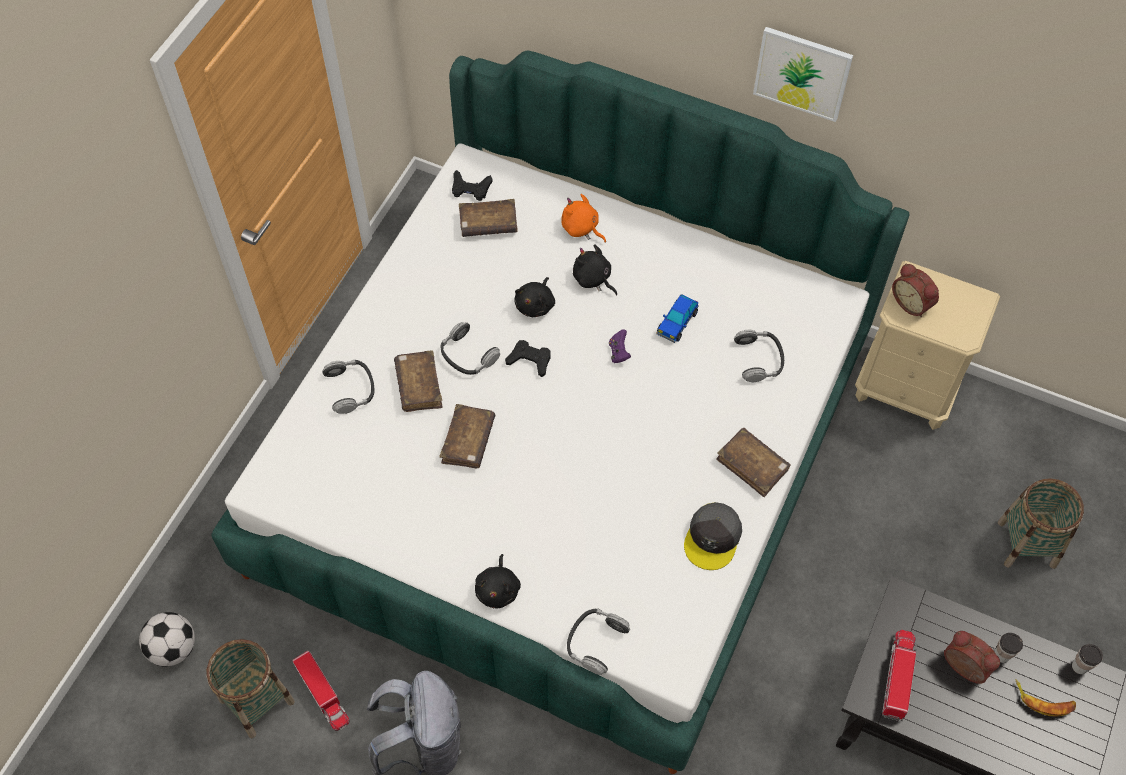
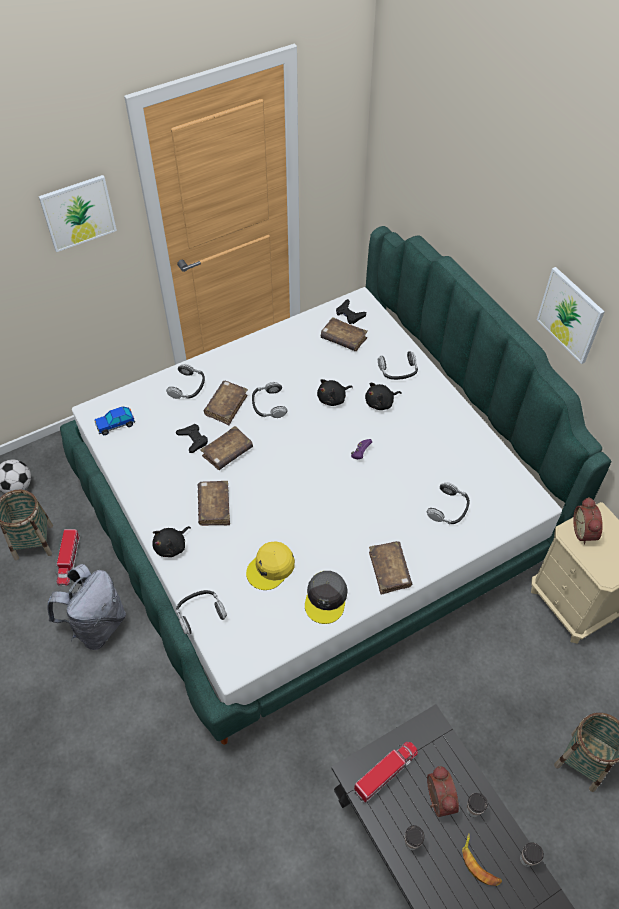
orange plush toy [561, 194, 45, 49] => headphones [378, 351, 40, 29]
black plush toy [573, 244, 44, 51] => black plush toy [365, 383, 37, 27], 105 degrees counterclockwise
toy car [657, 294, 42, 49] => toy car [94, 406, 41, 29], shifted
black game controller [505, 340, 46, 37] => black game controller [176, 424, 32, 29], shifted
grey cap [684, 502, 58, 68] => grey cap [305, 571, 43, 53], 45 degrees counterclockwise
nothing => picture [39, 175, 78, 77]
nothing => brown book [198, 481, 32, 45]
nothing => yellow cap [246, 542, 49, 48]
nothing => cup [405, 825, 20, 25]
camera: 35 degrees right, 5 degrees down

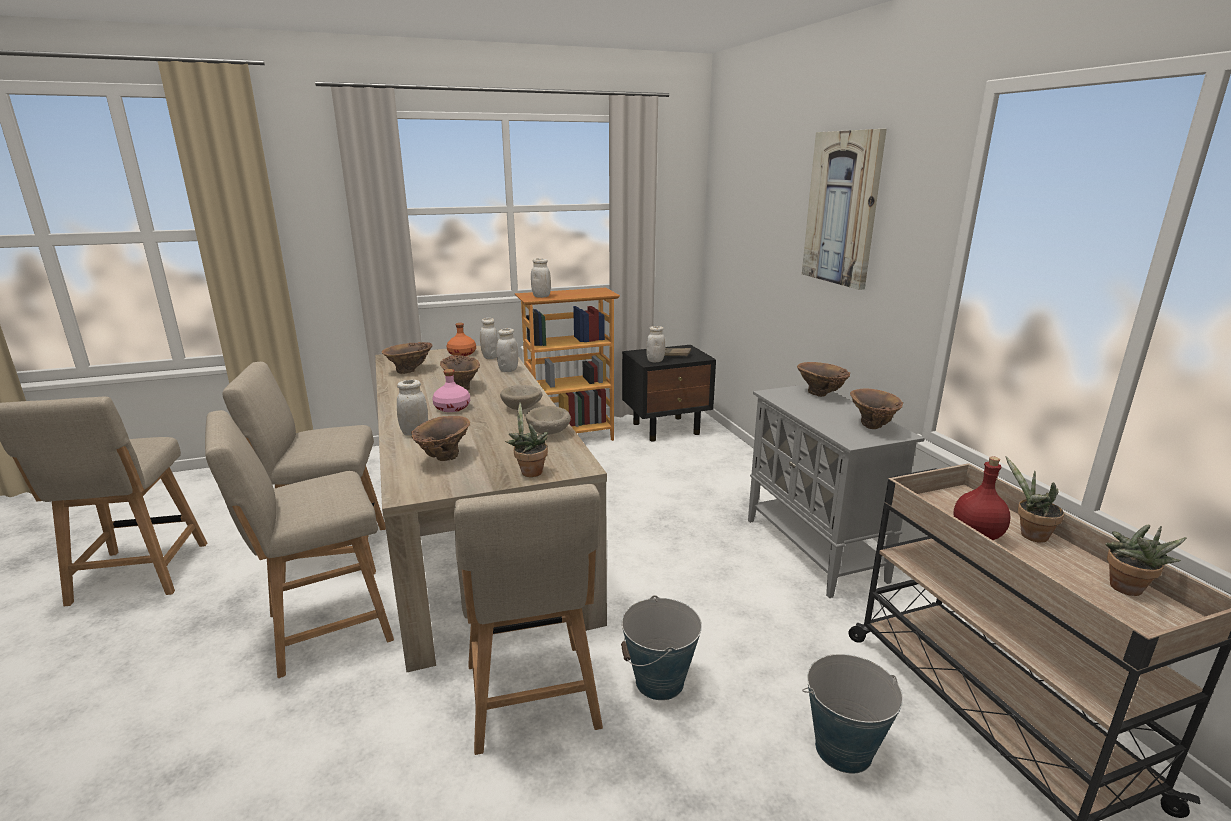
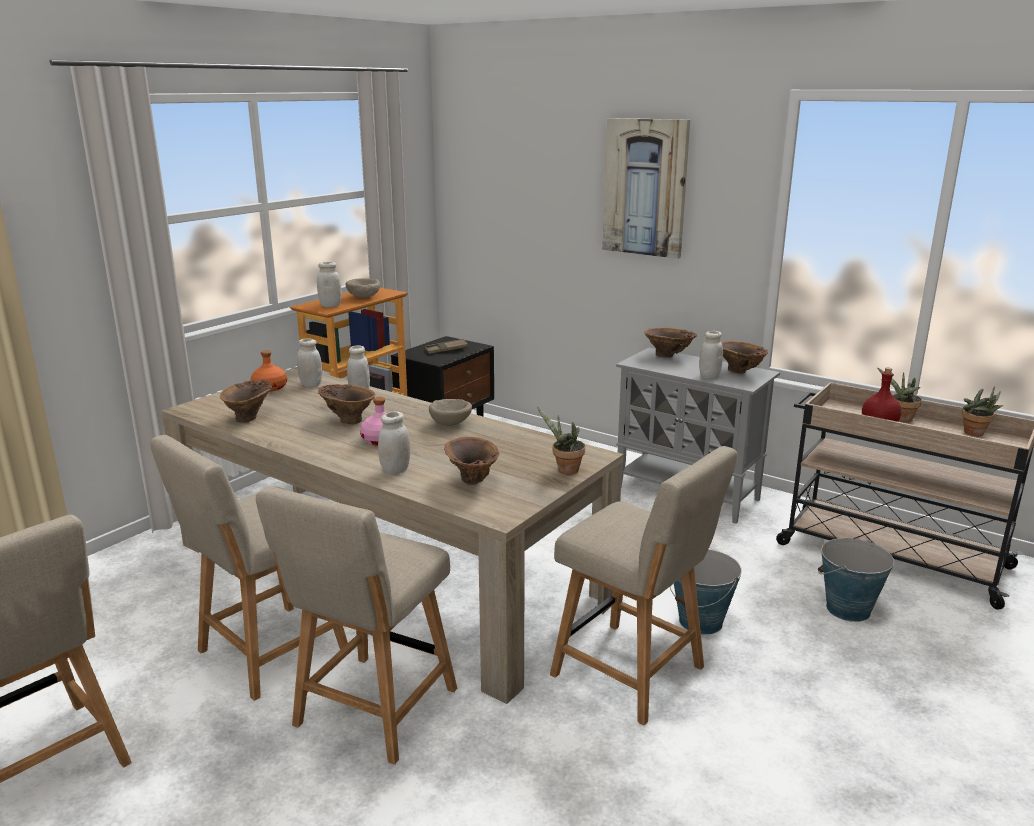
white jar [646, 326, 19, 36] => white jar [699, 331, 24, 48], shifted
beige bowl [526, 406, 45, 29] => beige bowl [346, 278, 35, 20], shifted
camera: 35 degrees left, 0 degrees up

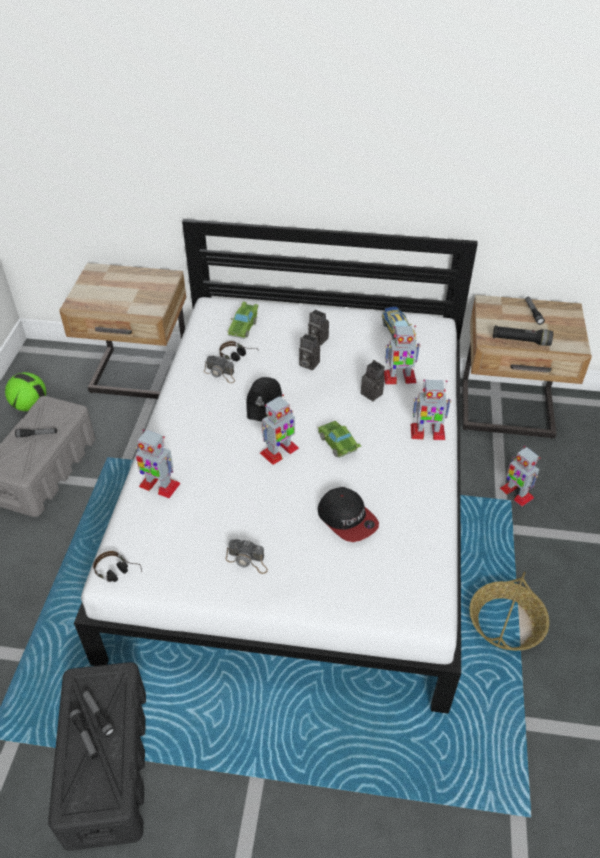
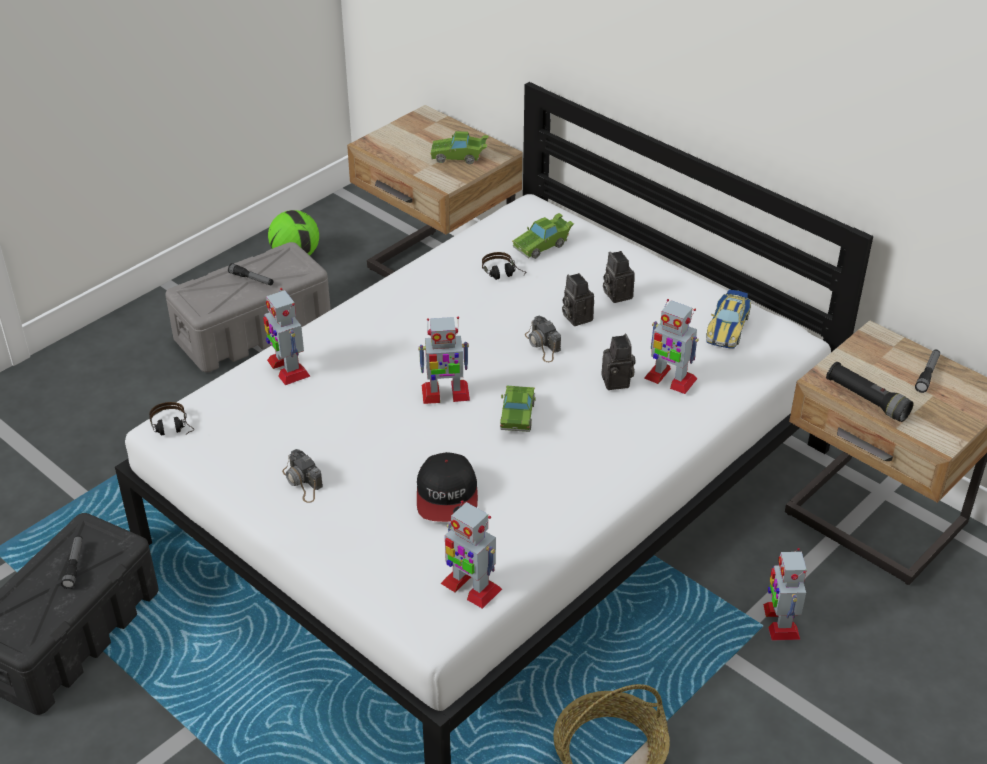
photo camera [204, 356, 31, 27] => photo camera [525, 316, 36, 46], shifted
black cap [246, 377, 36, 45] => nothing
toy robot [410, 380, 41, 60] => toy robot [440, 500, 62, 109], shifted
flashlight [69, 708, 29, 51] => nothing
nothing => green toy car [430, 131, 59, 33]
camera: 35 degrees right, 5 degrees down

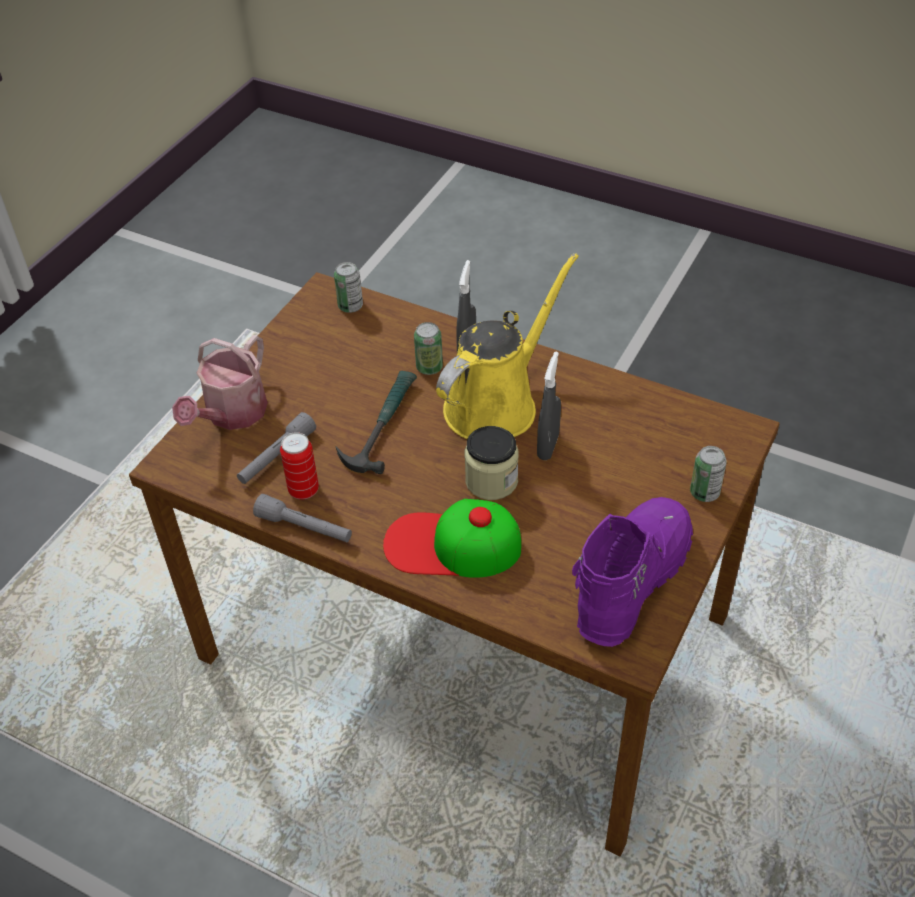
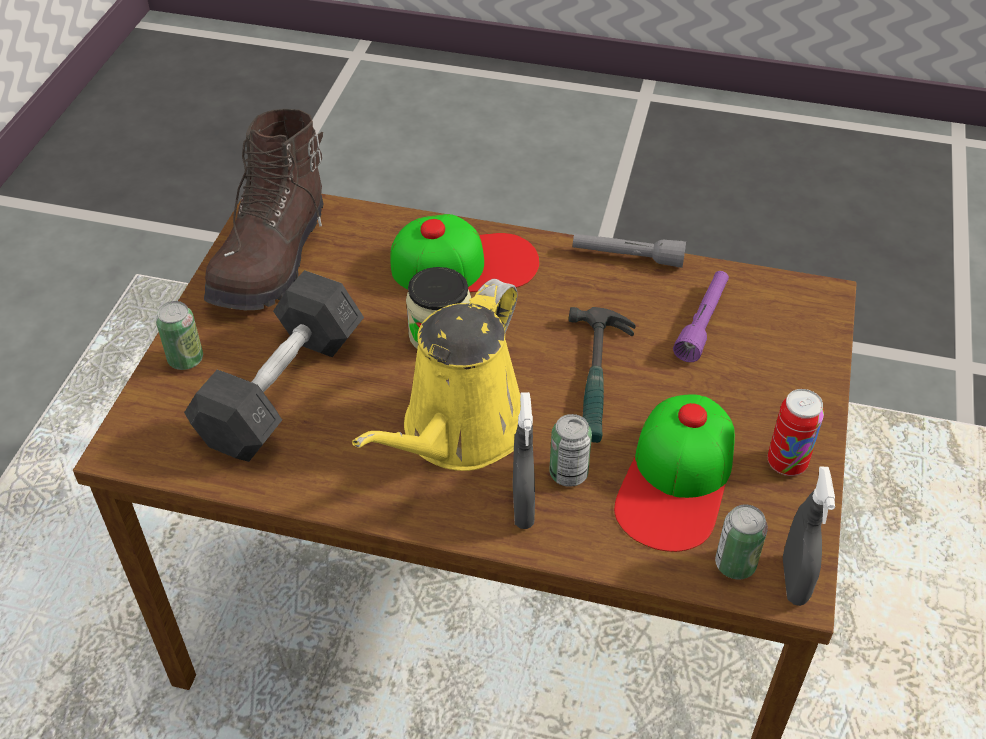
watering can [172, 335, 96, 95] => nothing
grey spray bottle [537, 352, 24, 108] => grey spray bottle [783, 466, 52, 140], shifted
grey flashlight [237, 412, 79, 72] => purple flashlight [673, 271, 56, 91]
can [280, 432, 39, 68] => can [768, 389, 56, 87], shifted
purple boot [572, 497, 121, 150] => brown boot [204, 109, 120, 201]
nothing => grey dumbbell [184, 270, 180, 192]
nothing => cap [614, 394, 121, 158]
camera: 165 degrees right, 0 degrees up

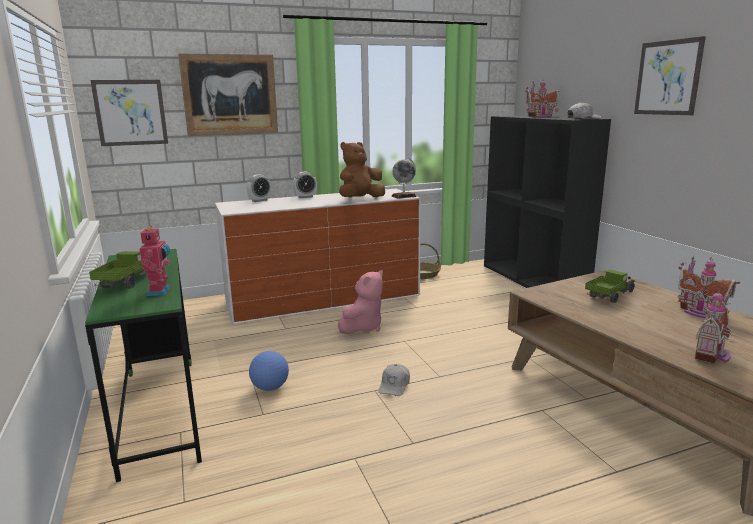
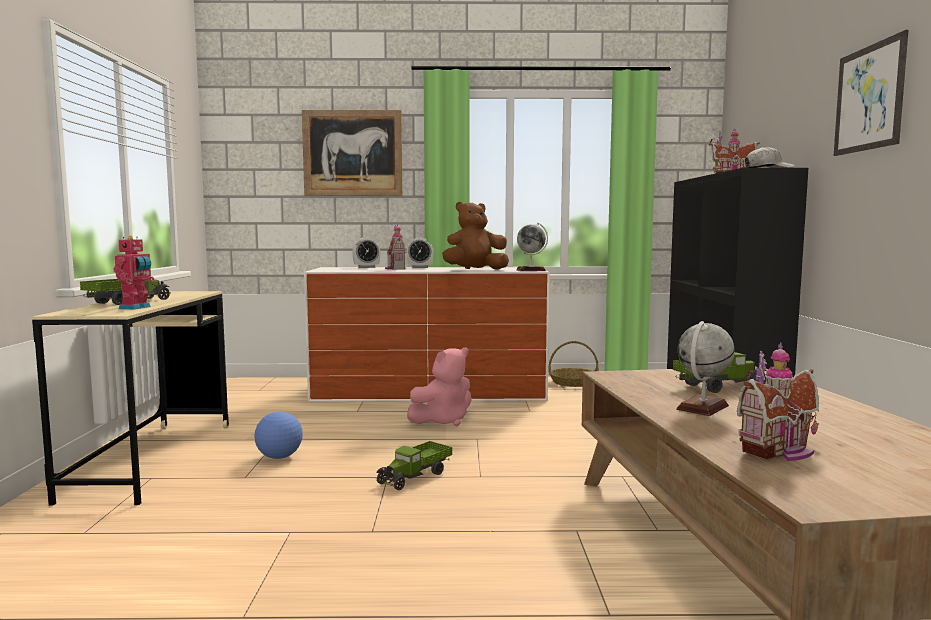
picture [90, 80, 78, 66] => nothing
green desk [85, 249, 117, 233] => beige desk [32, 291, 197, 215]
toy house [678, 256, 62, 63] => toy house [385, 223, 21, 47], shifted
white cap [378, 364, 32, 32] => toy truck [377, 441, 75, 49]
nothing => globe [676, 321, 59, 95]
camera: 20 degrees right, 10 degrees down

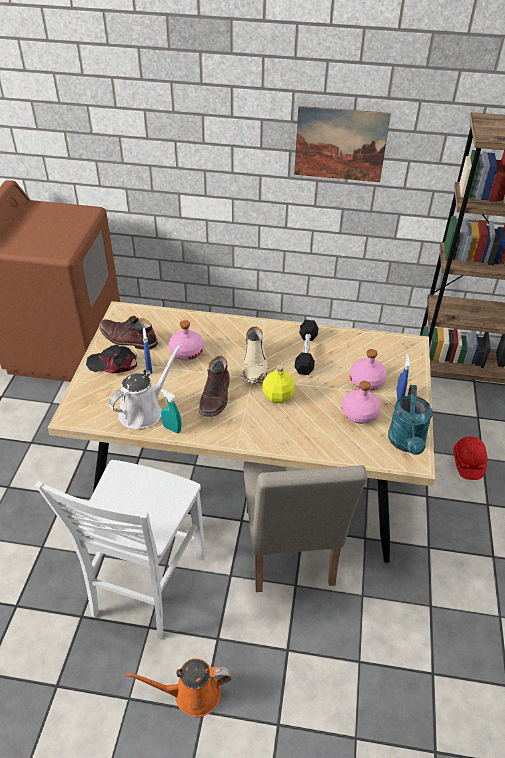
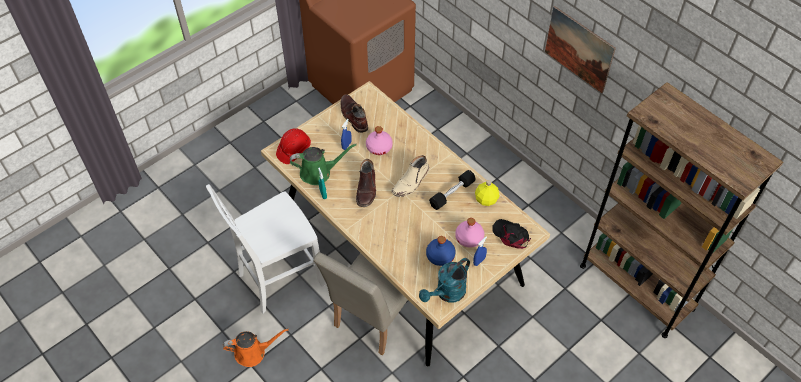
black cap [86, 344, 51, 29] => black cap [492, 219, 39, 30], shifted
white watering can [109, 344, 73, 85] => green watering can [290, 144, 67, 41]
brown boot [199, 356, 31, 61] => brown boot [356, 159, 20, 48], 45 degrees counterclockwise
yellow bottle [262, 365, 33, 38] => yellow bottle [475, 180, 24, 26], shifted
pink bottle [342, 381, 39, 43] => blue bottle [426, 236, 30, 30]
red hard hat [453, 436, 34, 44] => red hard hat [276, 128, 35, 36], shifted
orange watering can [126, 659, 105, 58] => orange watering can [223, 328, 66, 39], 135 degrees clockwise
camera: 40 degrees right, 10 degrees up

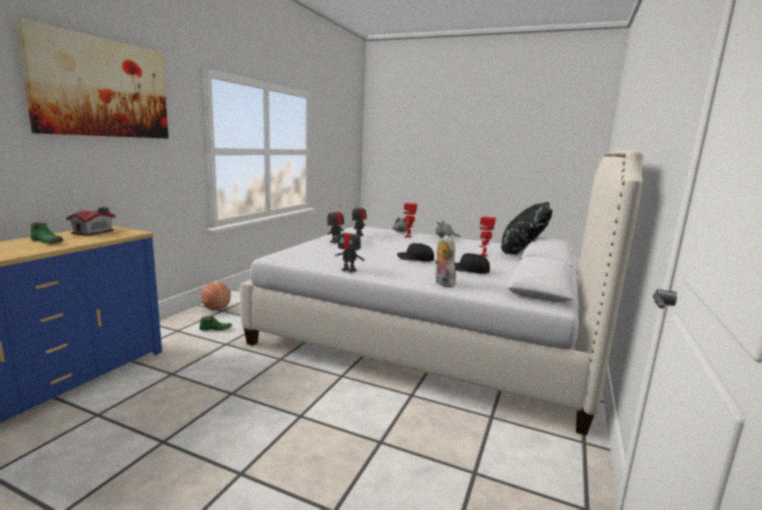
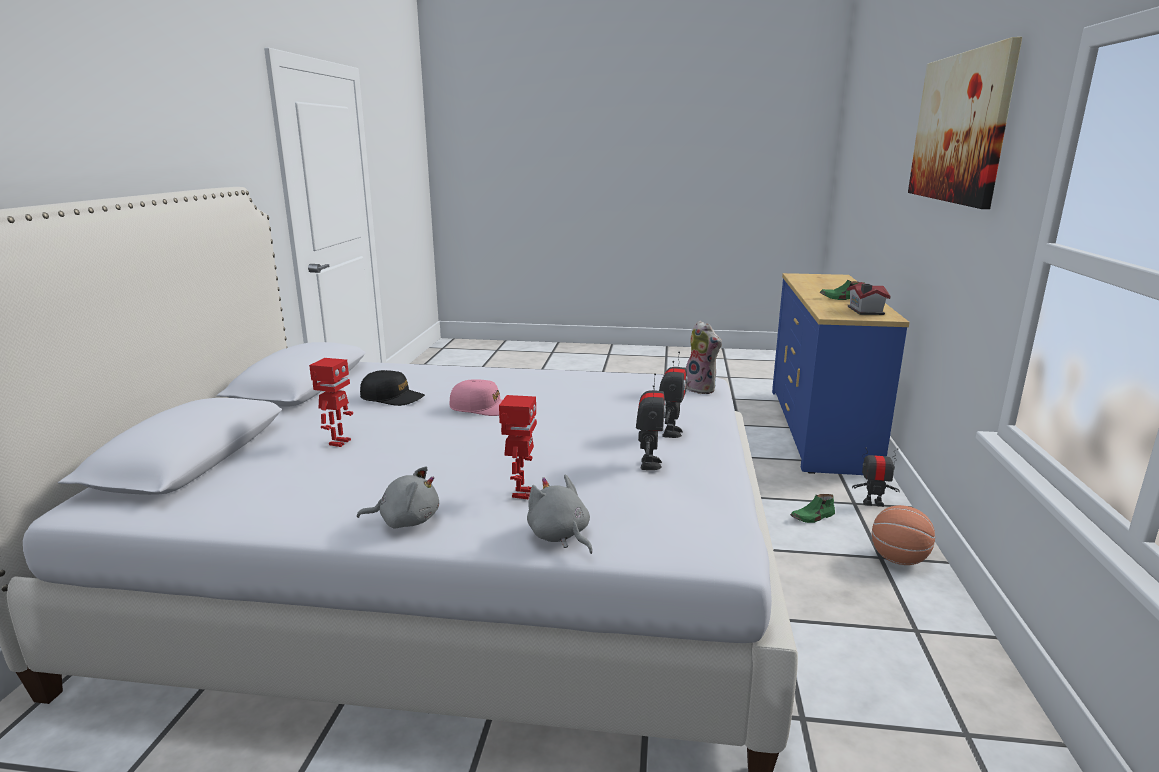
black pillow [501, 202, 51, 53] => nothing
toy robot [335, 227, 30, 45] => toy robot [852, 448, 48, 59], shifted
plush toy [435, 235, 21, 52] => plush toy [686, 321, 36, 73], shifted
black cap [397, 243, 37, 19] => pink cap [450, 379, 53, 37]
camera: 165 degrees right, 5 degrees up

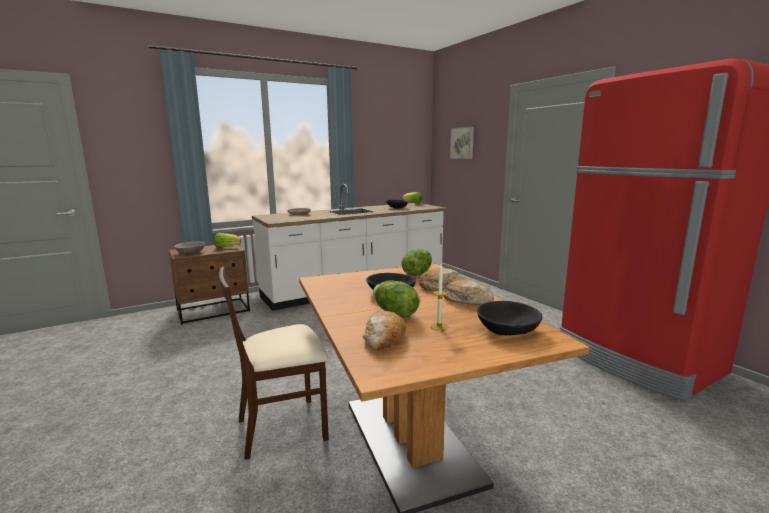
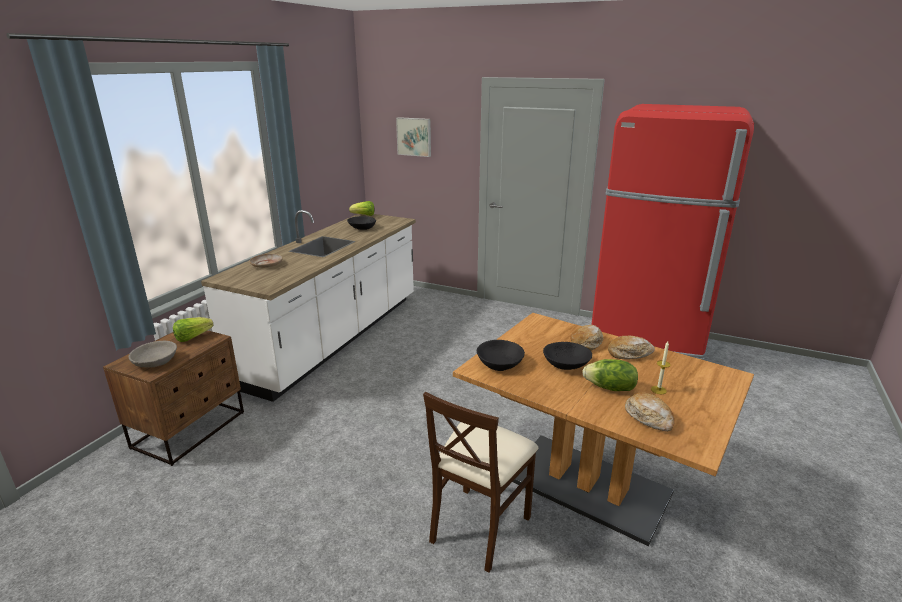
lettuce [402, 249, 30, 27] => nothing
black bowl [477, 301, 66, 34] => black bowl [477, 340, 48, 31], shifted
camera: 35 degrees left, 10 degrees up

